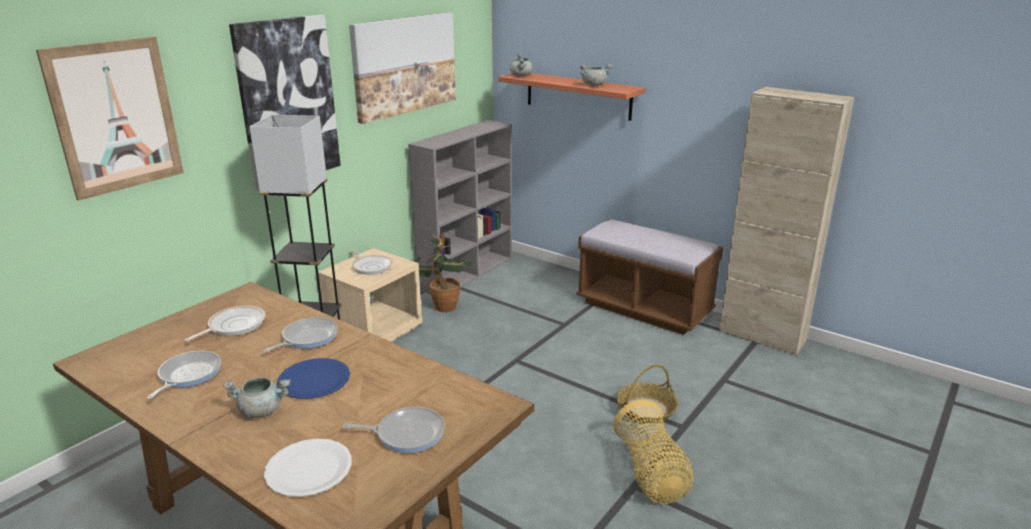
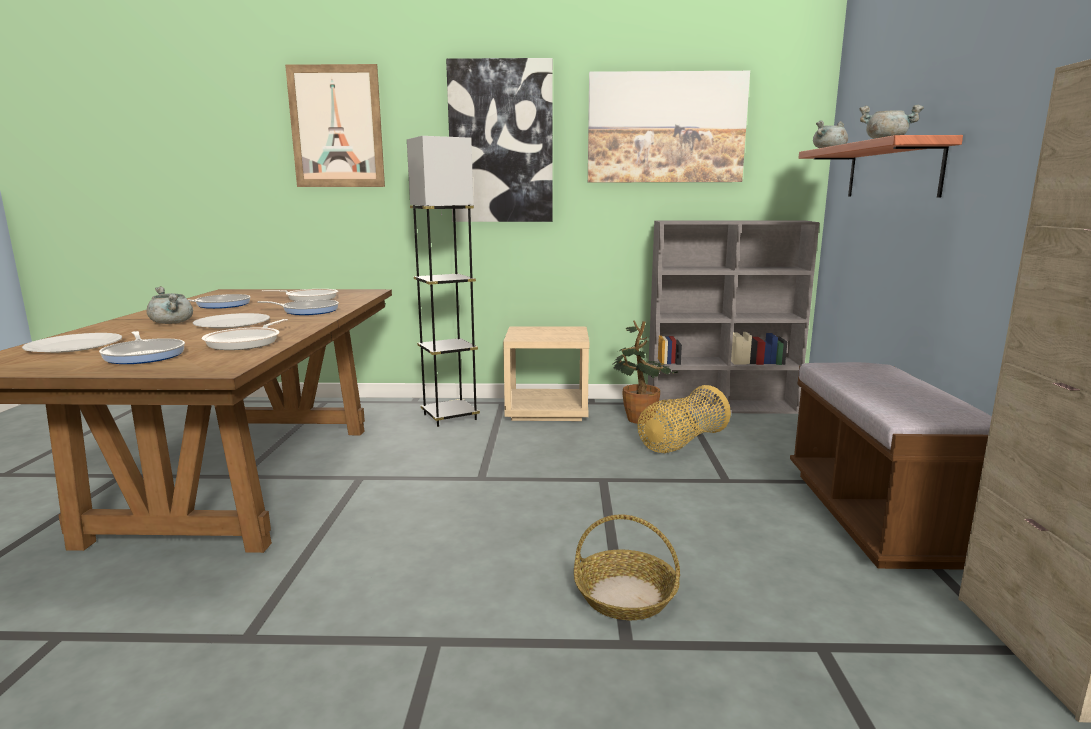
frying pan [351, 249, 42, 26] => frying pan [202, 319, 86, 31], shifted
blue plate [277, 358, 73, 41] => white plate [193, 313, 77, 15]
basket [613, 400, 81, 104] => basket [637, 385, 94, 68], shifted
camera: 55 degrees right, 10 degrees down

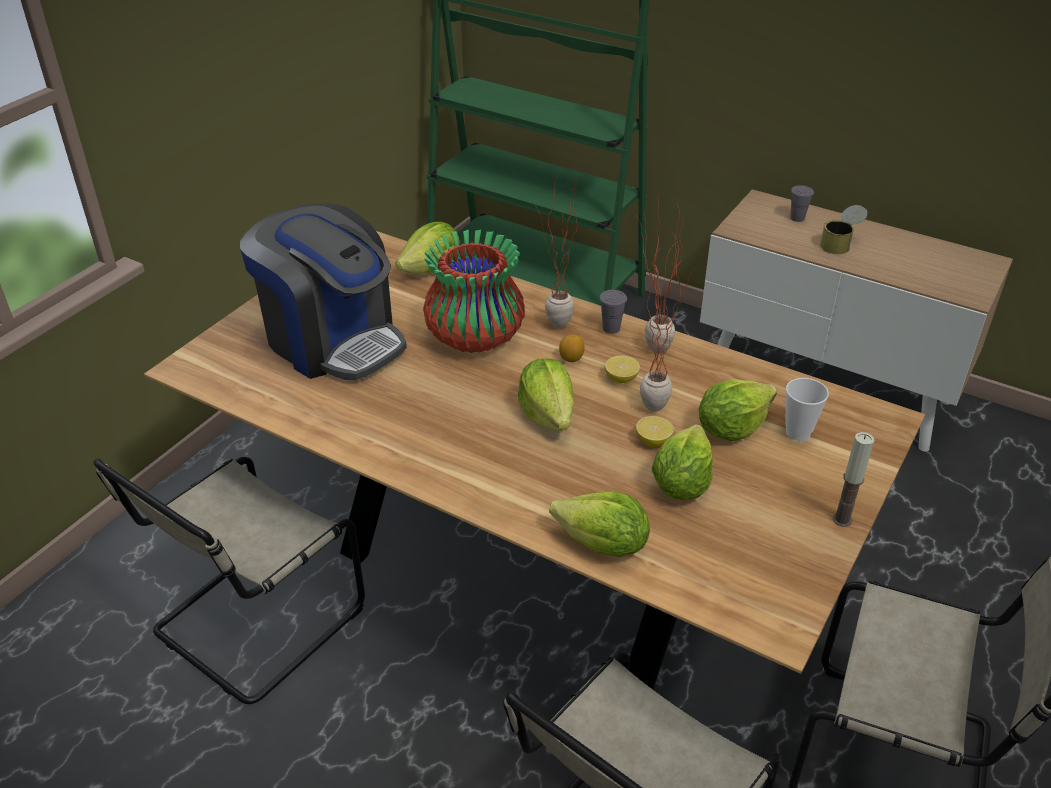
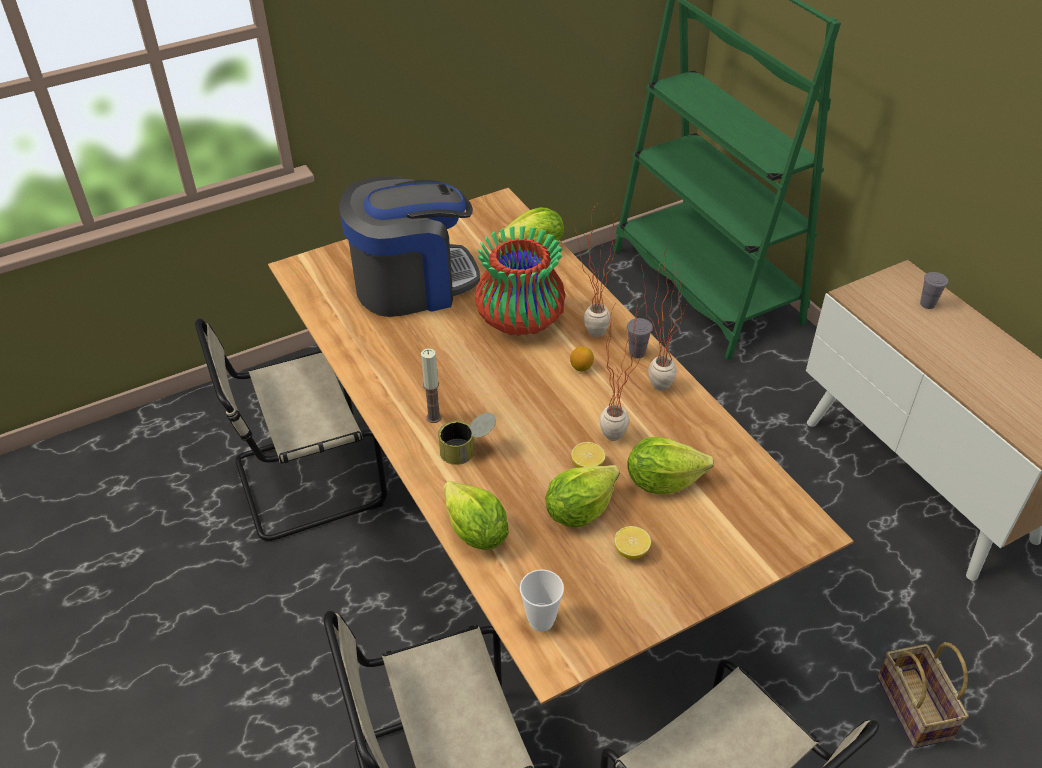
coffee machine [240, 203, 167, 177] => coffee machine [339, 176, 141, 141], 90 degrees counterclockwise
can [820, 205, 47, 49] => can [438, 413, 58, 52], shifted
lemon [605, 356, 35, 27] => lemon [614, 526, 37, 33], shifted
lettuce [518, 359, 56, 72] => nothing
cup [785, 378, 44, 63] => cup [520, 570, 44, 62], shifted
candle [833, 432, 41, 95] => candle [421, 348, 21, 75], shifted
nothing => basket [877, 642, 92, 106]
camera: 30 degrees right, 5 degrees up

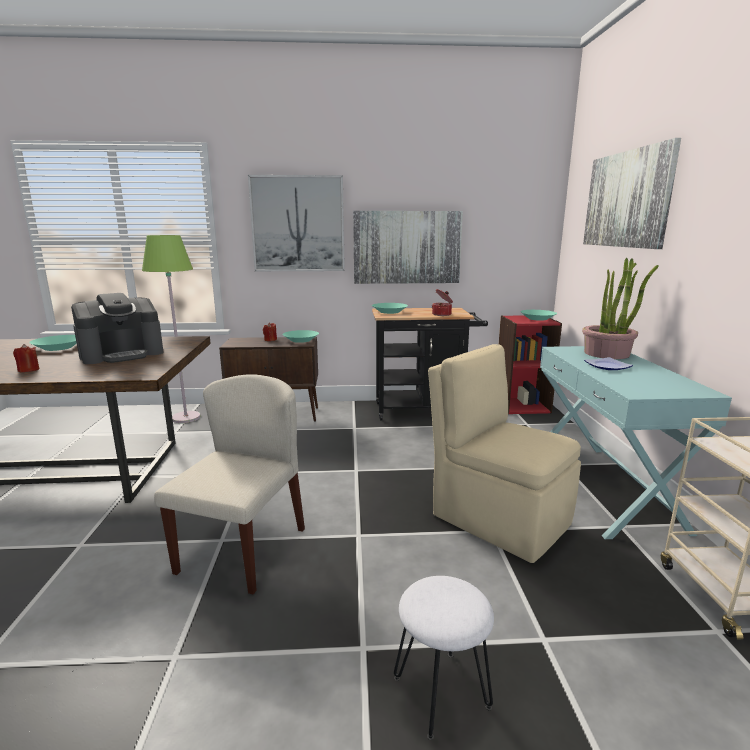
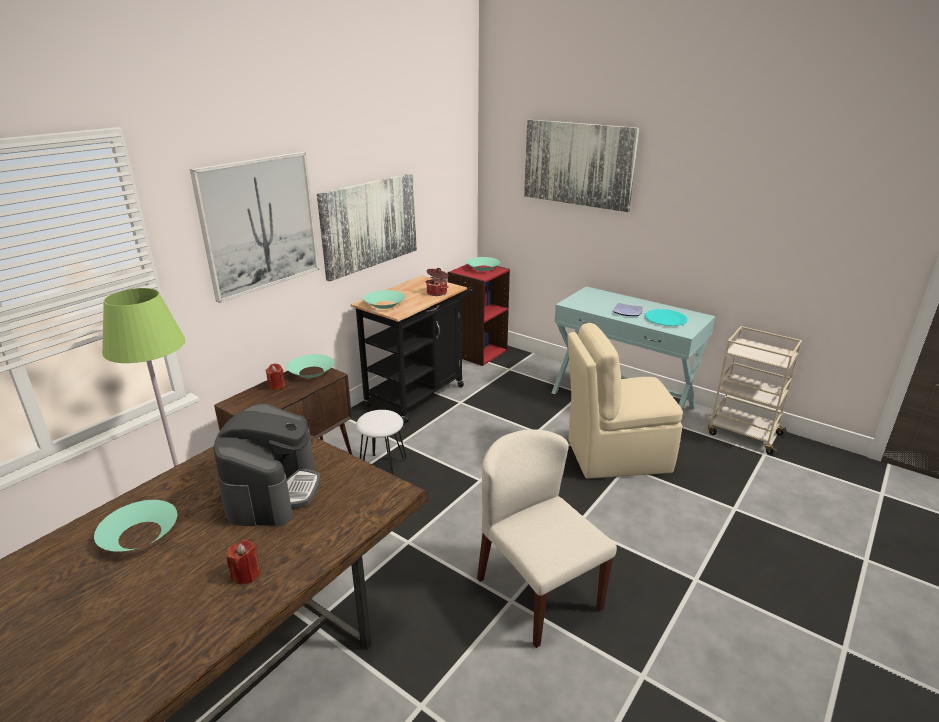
potted plant [582, 258, 76, 101] => nothing
white stool [394, 576, 100, 164] => white stool [356, 410, 50, 65], shifted
nothing => turquoise plate [645, 309, 43, 17]
camera: 50 degrees left, 10 degrees up

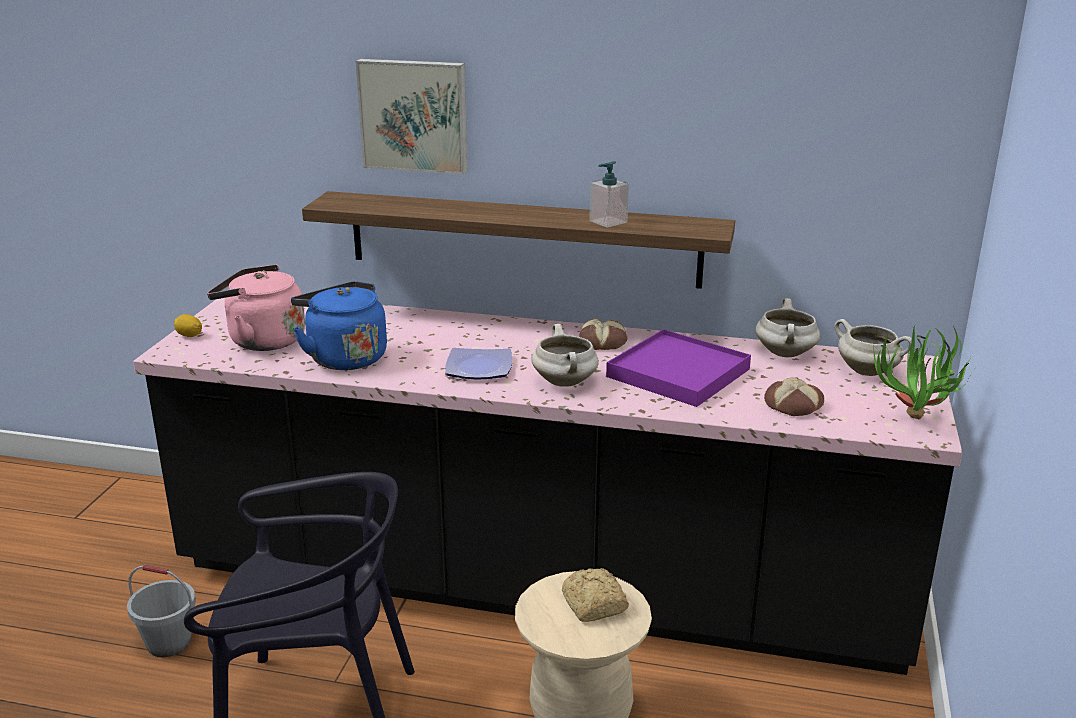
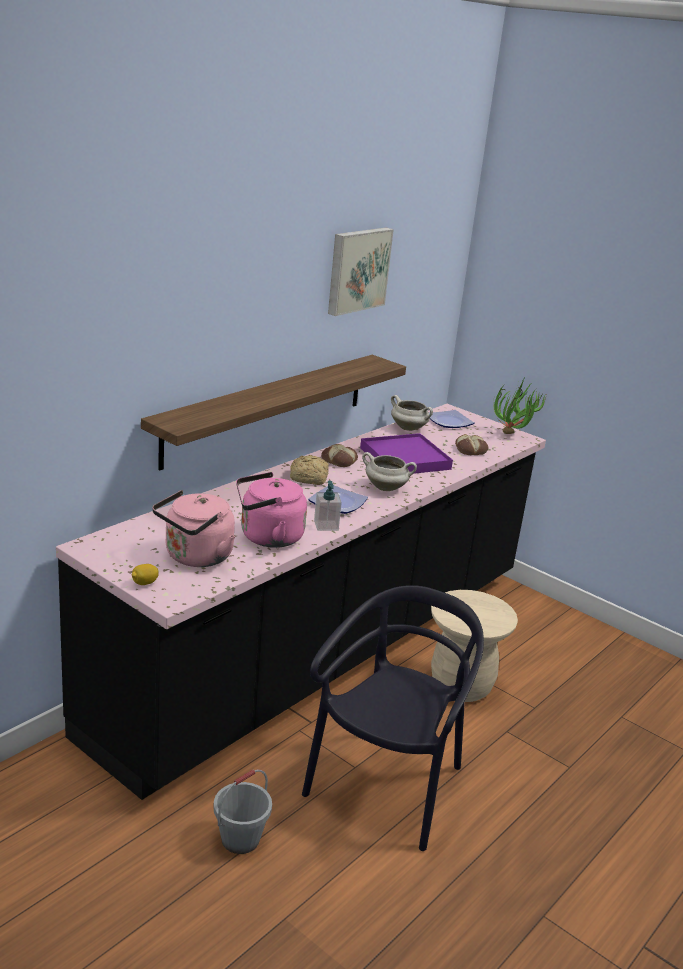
picture [356, 59, 112, 115] => picture [328, 228, 66, 88], shifted
soap dispenser [589, 161, 40, 67] => soap dispenser [314, 480, 28, 51], shifted
blue kettle [291, 281, 96, 89] => pink kettle [236, 472, 71, 76]
white cooking pot [834, 319, 78, 57] => plate [428, 410, 47, 18]
bread [562, 568, 67, 54] => bread [290, 455, 39, 30], shifted
camera: 65 degrees left, 0 degrees up

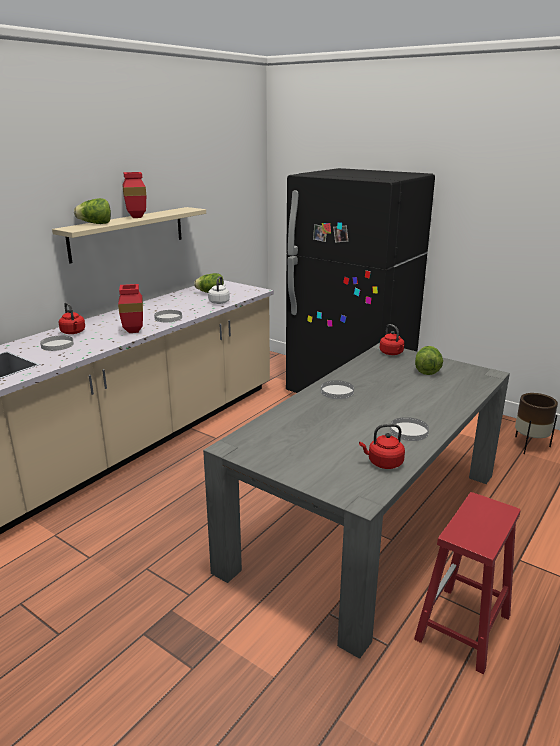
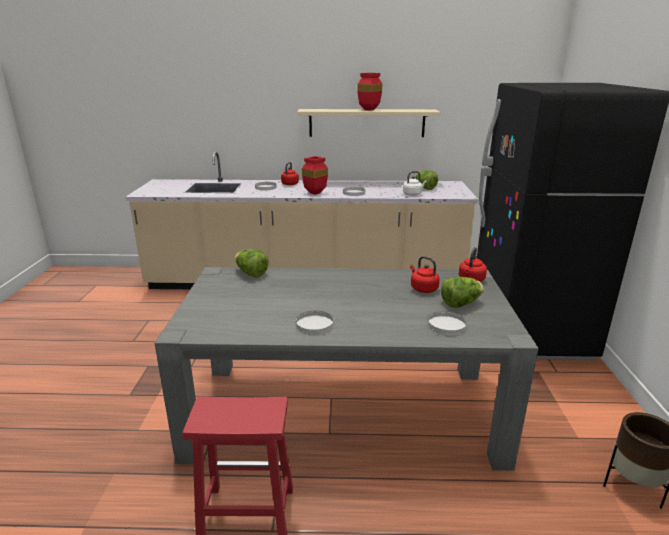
lettuce [74, 198, 37, 26] => lettuce [235, 249, 33, 29], shifted
white plate [321, 380, 33, 19] => white plate [428, 311, 39, 25], shifted
red kettle [359, 424, 46, 45] => red kettle [410, 256, 30, 37], shifted
camera: 55 degrees right, 0 degrees up

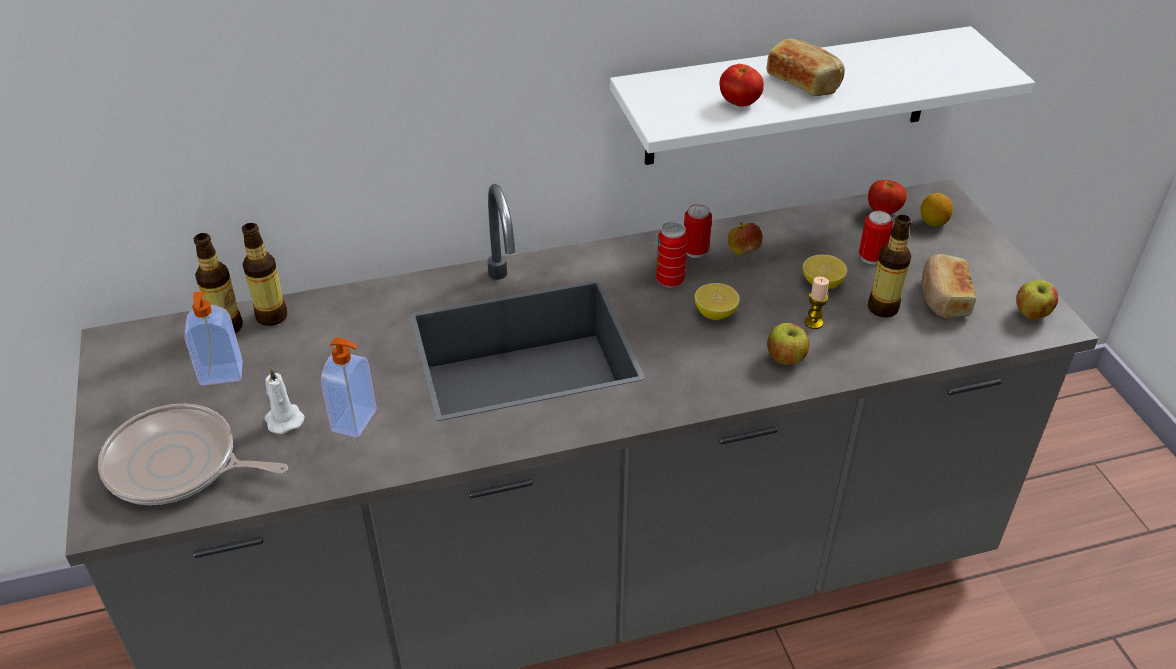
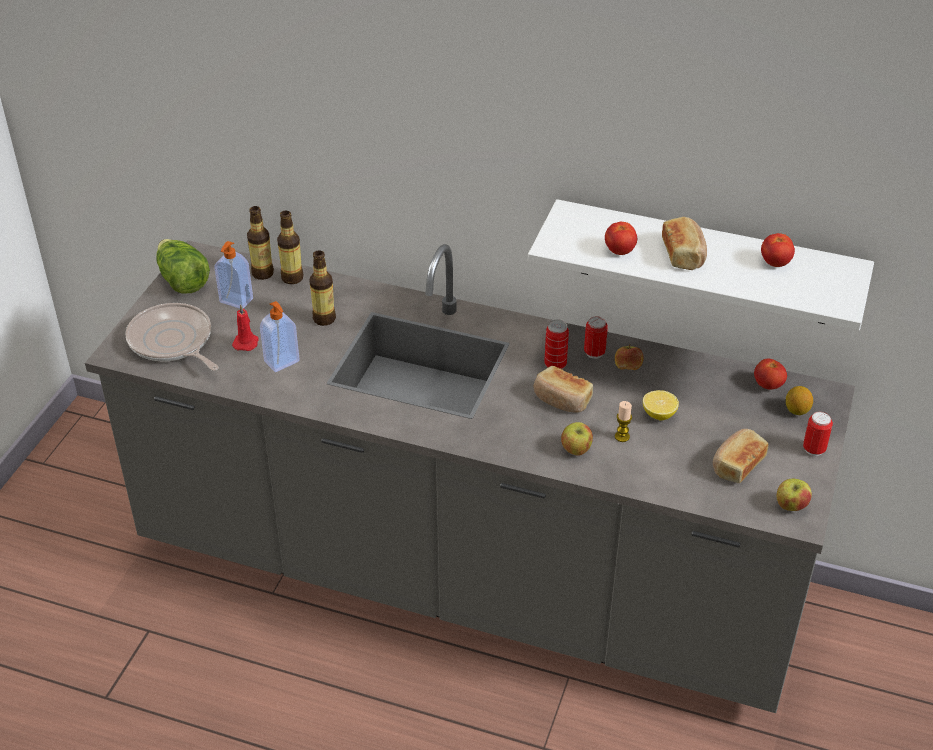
can [859, 210, 34, 54] => can [803, 412, 30, 44], shifted
bottle [868, 215, 43, 102] => bottle [309, 250, 27, 76], shifted
lemon [695, 283, 45, 37] => bread [534, 366, 59, 46]
white candle [265, 367, 40, 67] => red candle [232, 304, 27, 47]
nothing => tomato [761, 233, 34, 34]
nothing => lettuce [156, 239, 54, 55]
camera: 35 degrees right, 0 degrees up

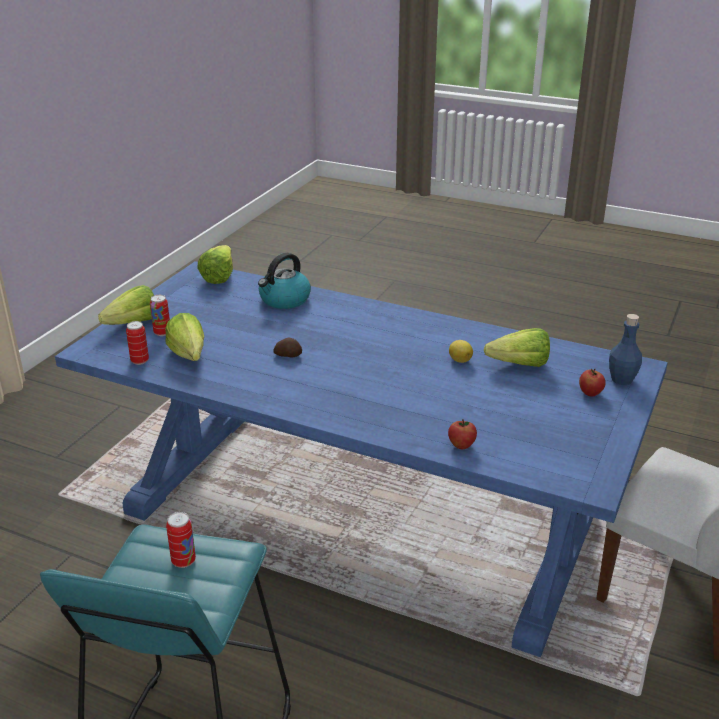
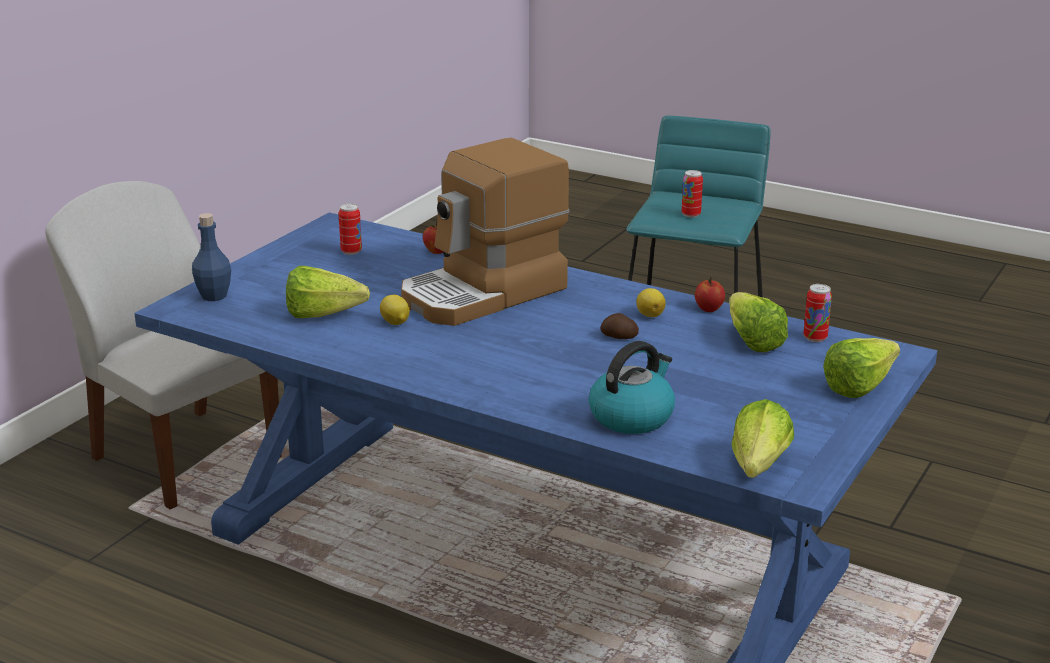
can [150, 295, 20, 41] => can [338, 203, 24, 52], shifted
apple [579, 368, 27, 28] => apple [695, 277, 30, 35], shifted
nothing => coffee machine [401, 138, 168, 188]
nothing => lemon [636, 288, 30, 29]
camera: 175 degrees left, 5 degrees down

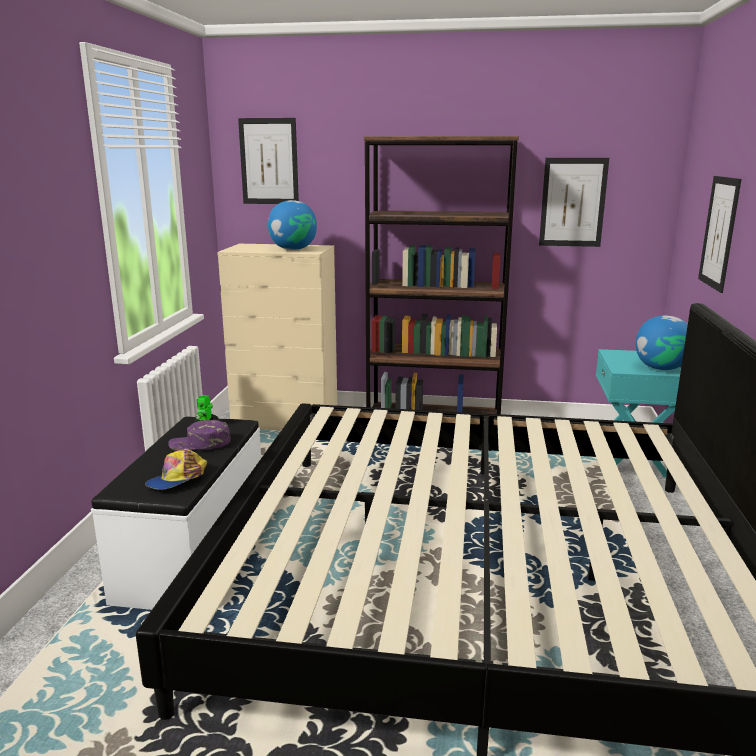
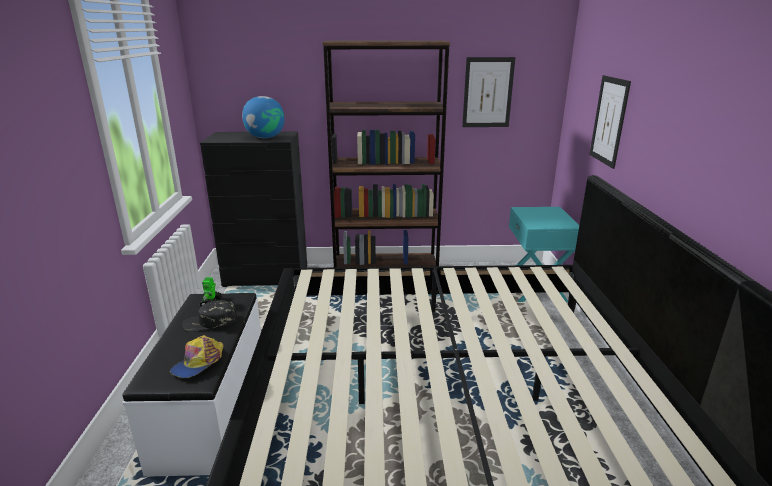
picture [238, 118, 61, 86] => nothing
beige dresser [217, 244, 120, 186] => black dresser [200, 132, 107, 155]
globe [636, 316, 52, 54] => nothing
purple cap [168, 419, 63, 32] => black cap [182, 300, 55, 32]
camera: 10 degrees left, 5 degrees up

